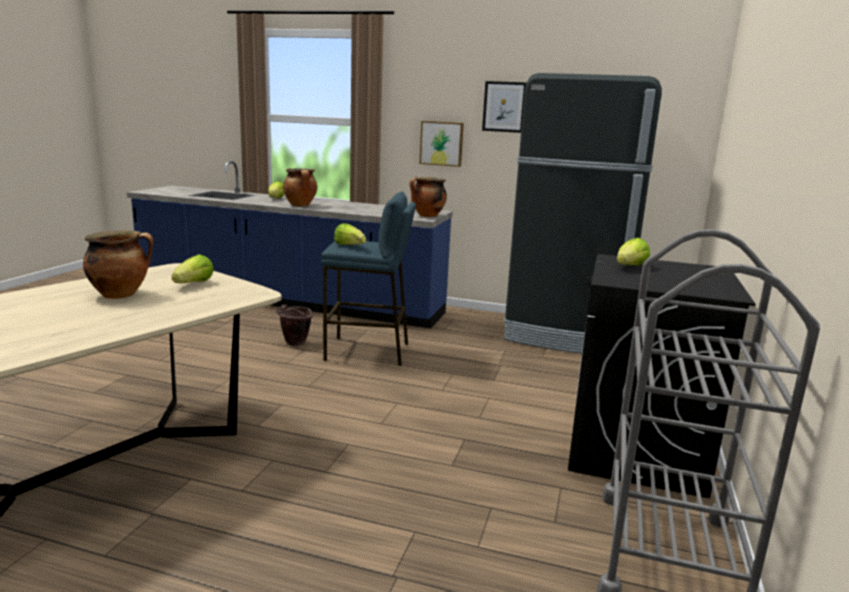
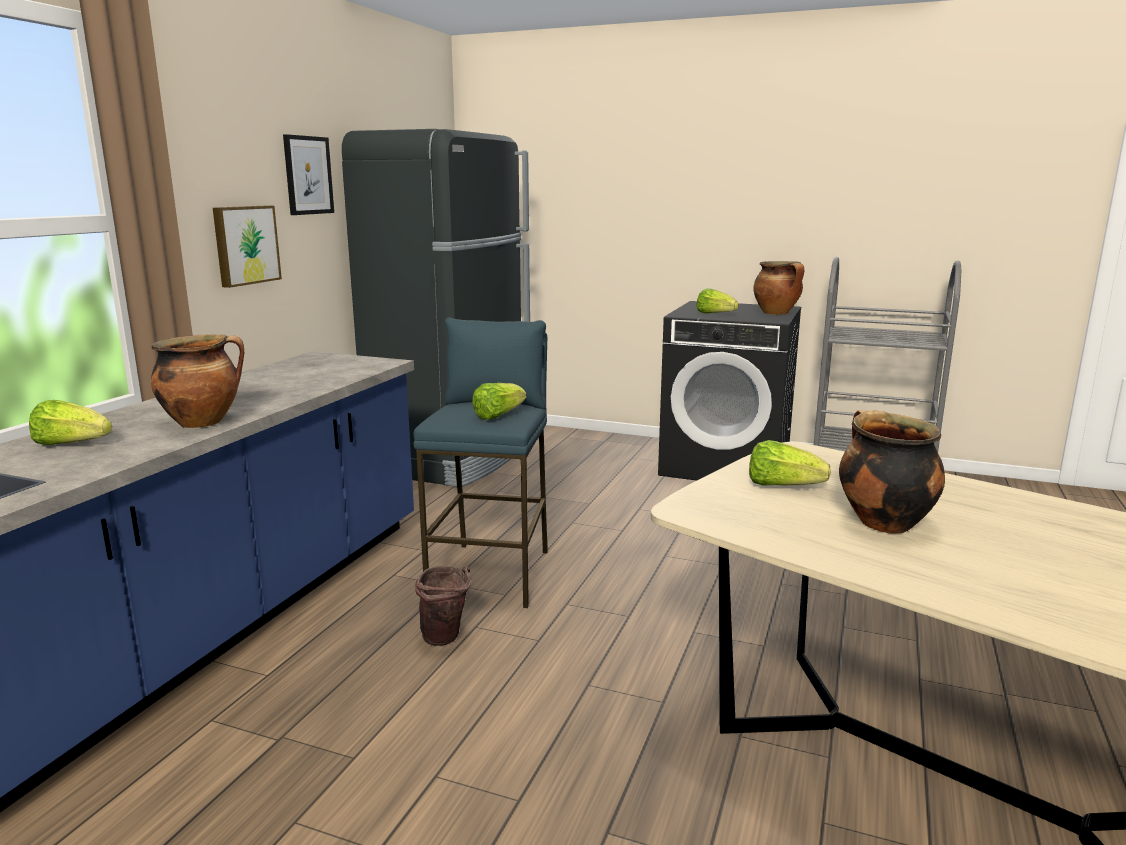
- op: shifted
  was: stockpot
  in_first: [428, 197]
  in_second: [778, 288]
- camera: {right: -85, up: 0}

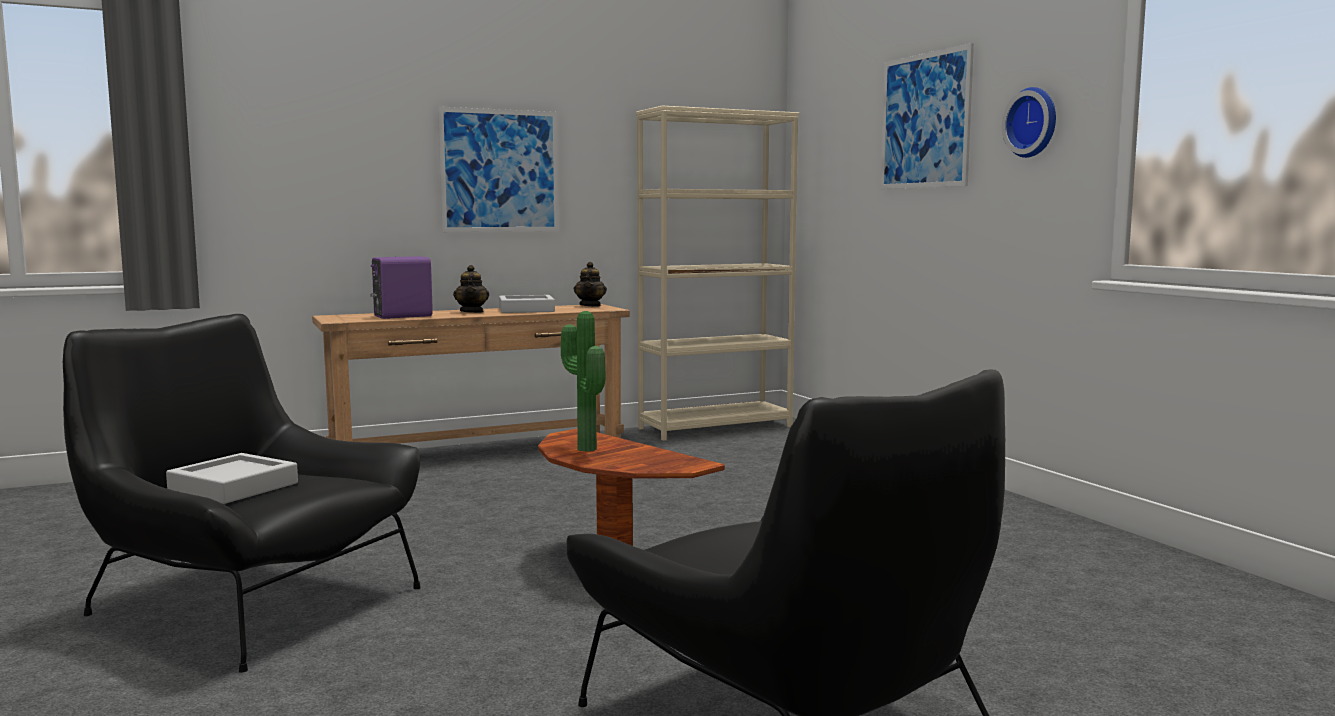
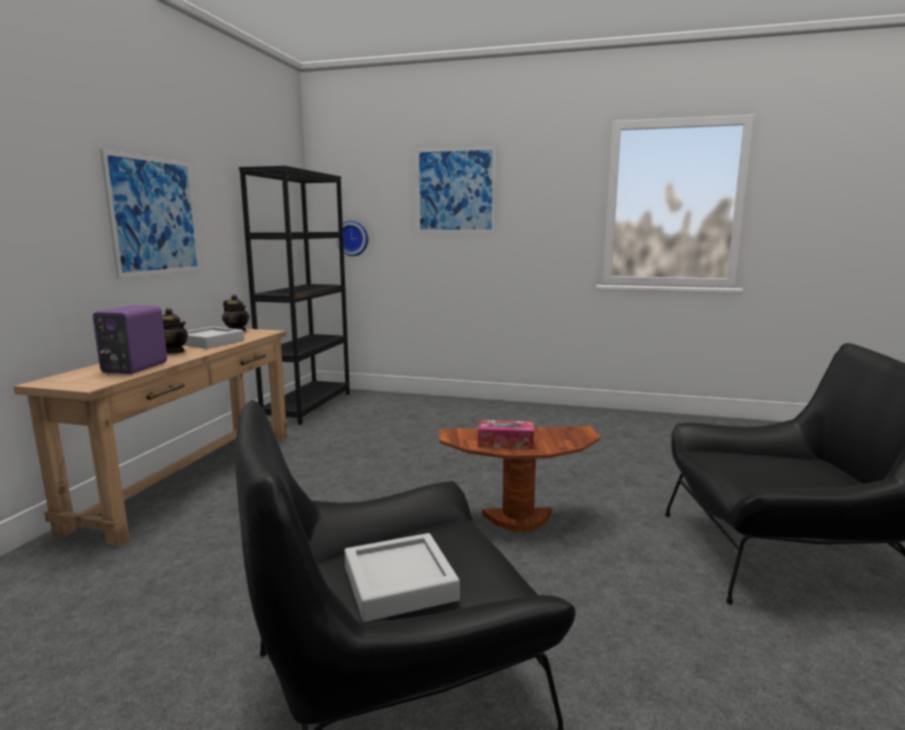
- op: shifted
  was: clock on the wall
  in_first: [1029, 122]
  in_second: [352, 238]
- op: swapped
  was: plant in a pot
  now: tissue box
  in_first: [583, 381]
  in_second: [506, 434]
- op: repainted
  was: shelving unit (beige-coloured)
  now: shelving unit (blackish)
  in_first: [717, 273]
  in_second: [294, 295]
- camera: {right: -50, up: 5}

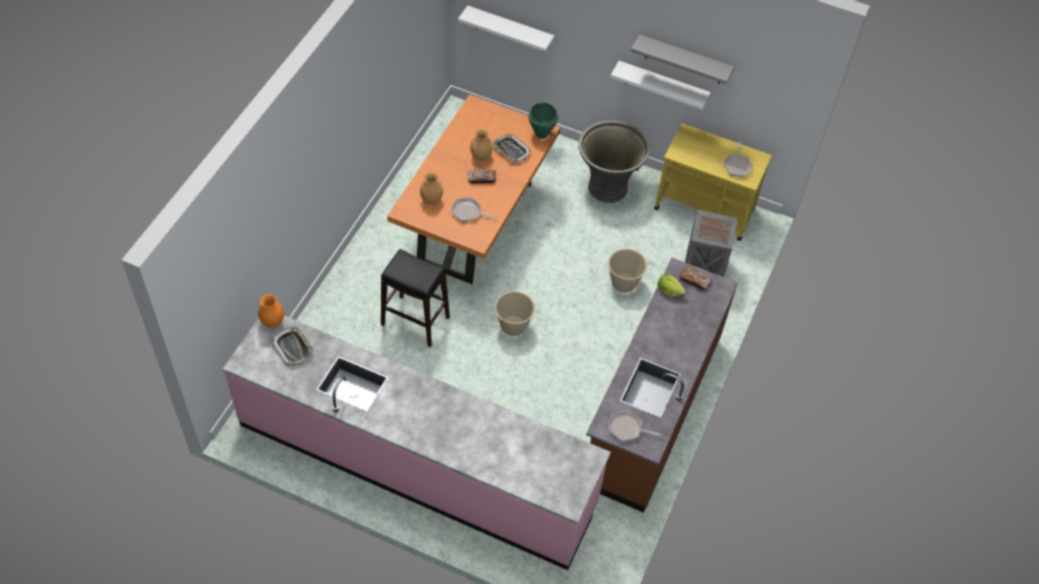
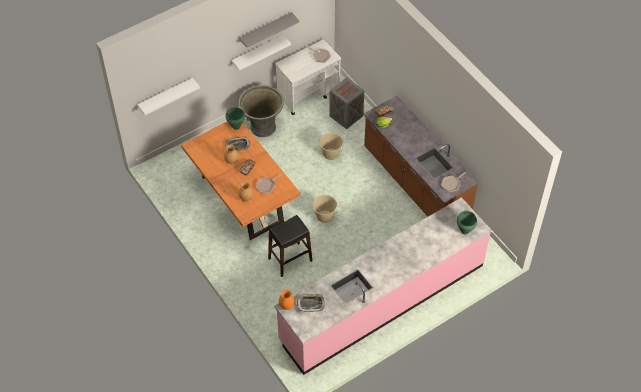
- op: new
  now: stockpot (green)
  in_second: [467, 223]
- op: repainted
  was: trolley (yellow-coloured)
  now: trolley (whitish)
  in_first: [713, 182]
  in_second: [308, 77]
- camera: {right: -55, up: 0}

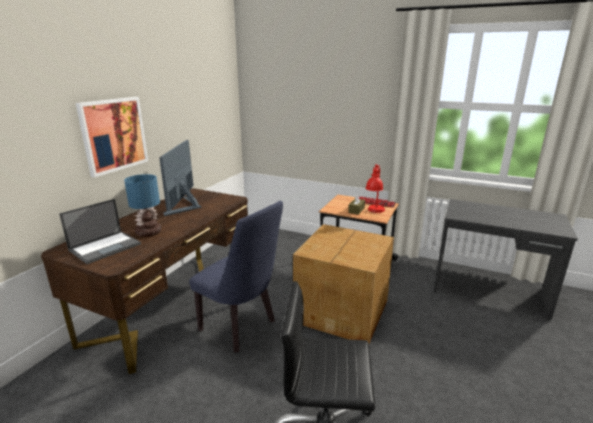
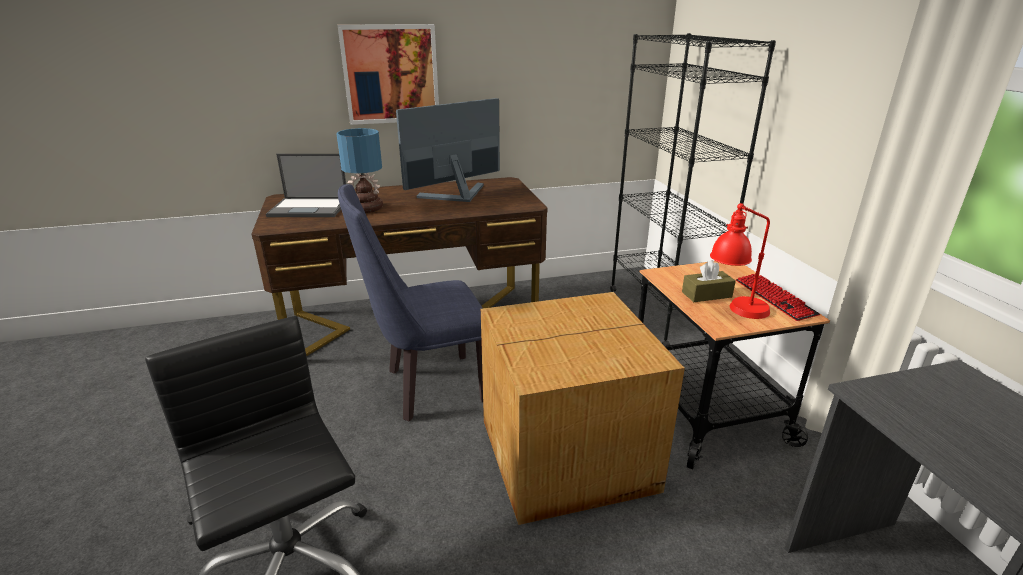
- op: new
  now: shelving unit (blackish)
  in_second: [693, 189]
- op: rotated
  was: upright chair (bluish)
  in_first: [236, 277]
  in_second: [410, 302]
  clockwise: 75
- camera: {right: 50, up: 5}

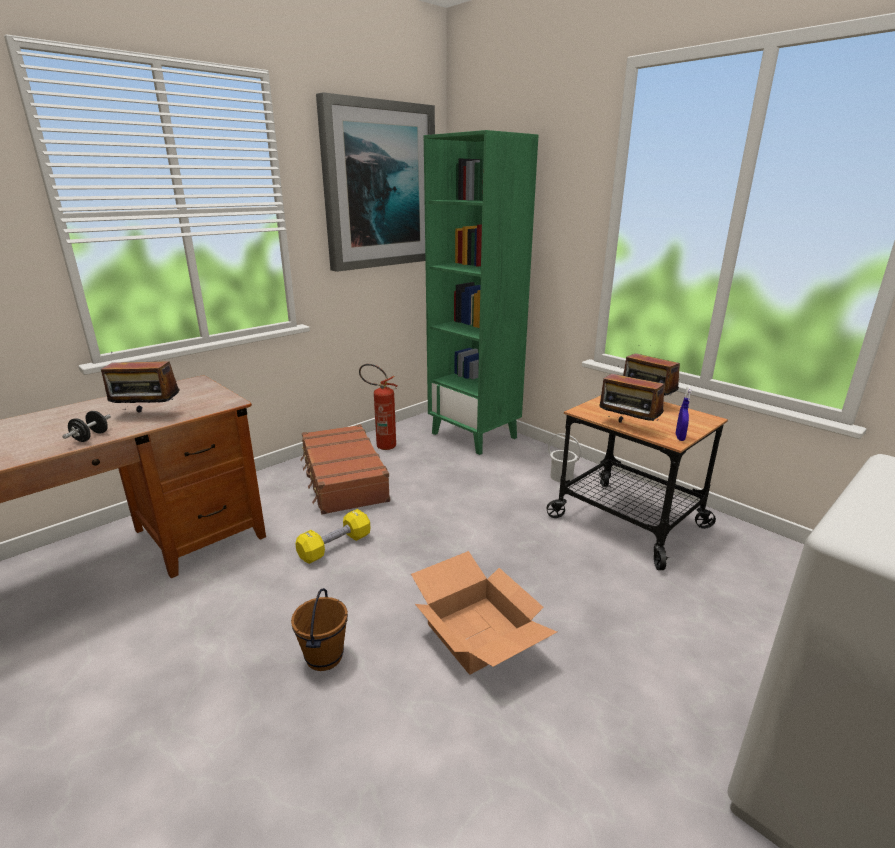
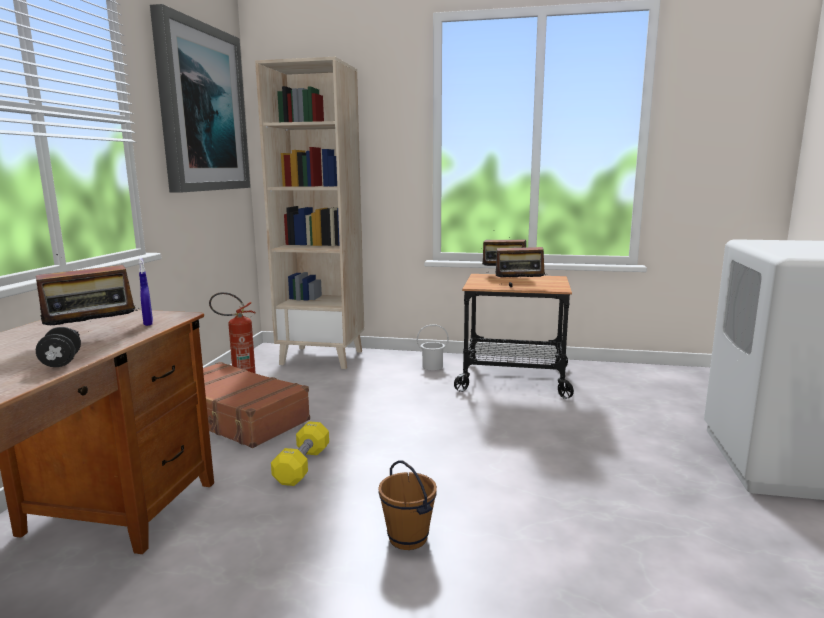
- op: gone
  was: carton
  in_first: [484, 612]
- op: shifted
  was: spray bottle (bluish)
  in_first: [684, 413]
  in_second: [145, 292]
- op: repainted
  was: shelving unit (green)
  now: shelving unit (beige-coloured)
  in_first: [481, 292]
  in_second: [309, 213]
- camera: {right: -35, up: -10}

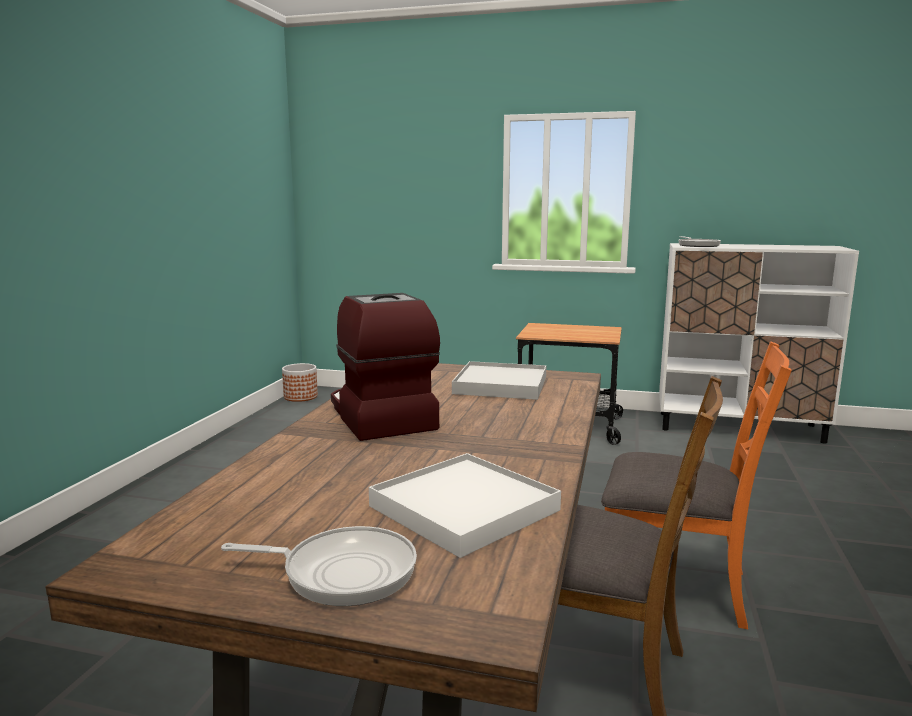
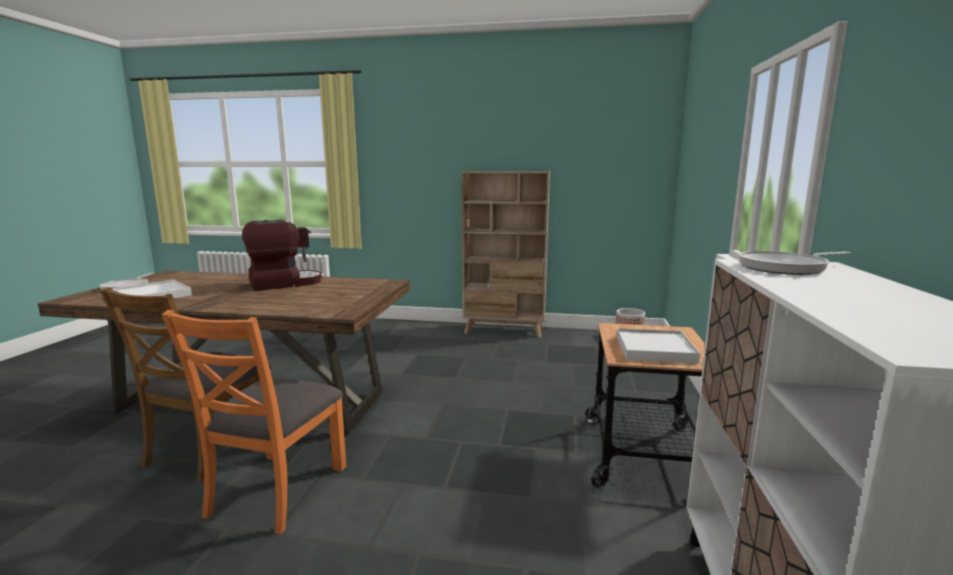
- op: new
  now: shelving unit (beige-coloured)
  in_second: [505, 254]
- op: shifted
  was: carrying tray (whitish)
  in_first: [499, 380]
  in_second: [658, 346]
- camera: {right: 85, up: 0}

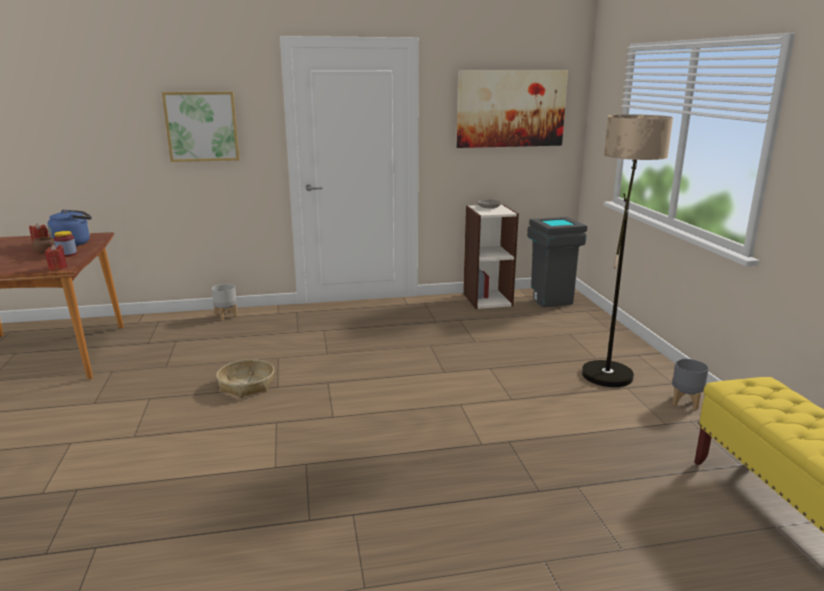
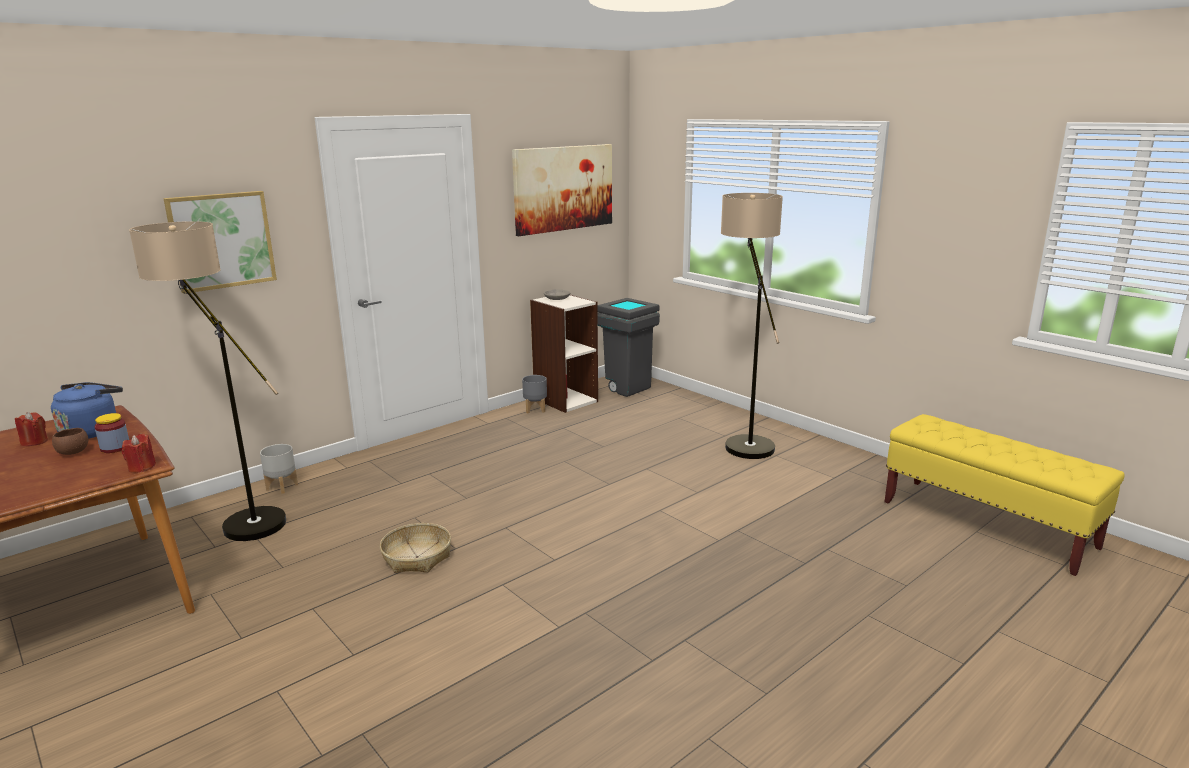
- op: new
  now: standing lamp
  in_second: [207, 381]
- op: shifted
  was: flower pot (gray)
  in_first: [690, 384]
  in_second: [534, 394]
- camera: {right: -30, up: 0}

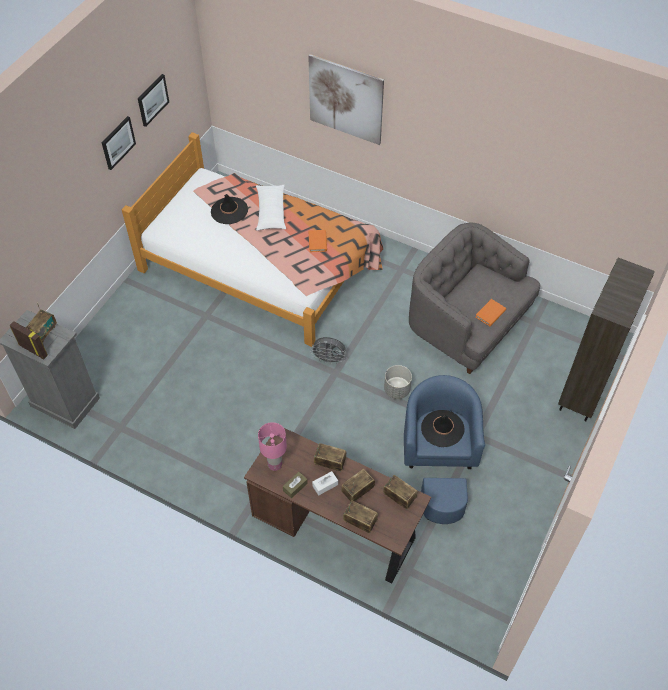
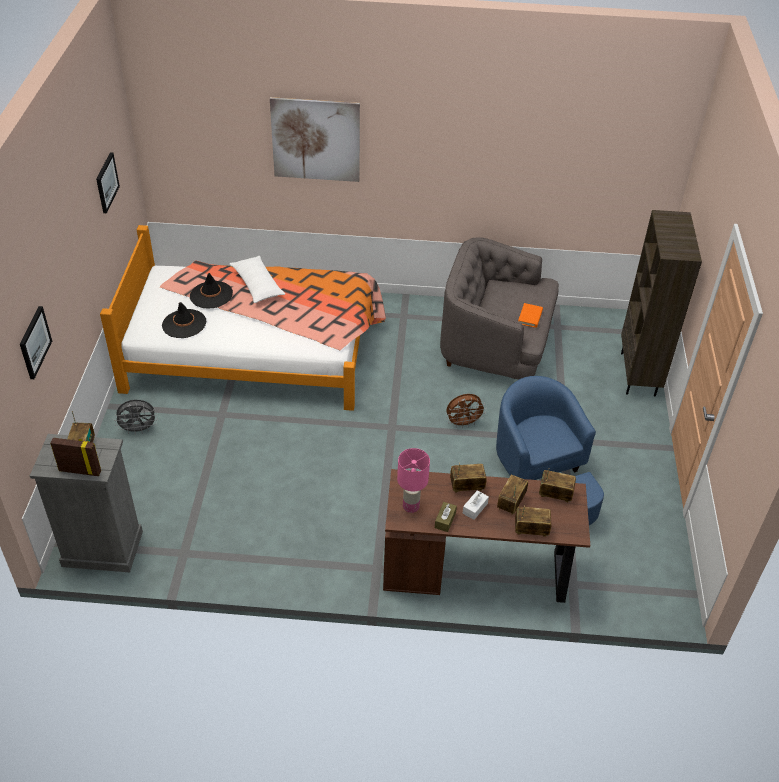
- op: gone
  was: volume (orange-coloured)
  in_first: [318, 241]
- op: shifted
  was: picture
  in_first: [119, 143]
  in_second: [36, 342]
- op: shifted
  was: electric fan (gray)
  in_first: [328, 351]
  in_second: [136, 417]
- op: shifted
  was: wearable hat (blackish)
  in_first: [443, 428]
  in_second: [184, 320]
- op: swapped
  was: flower pot (gray)
  now: electric fan (brown-coloured)
  in_first: [398, 382]
  in_second: [466, 411]
- camera: {right: -25, up: -10}

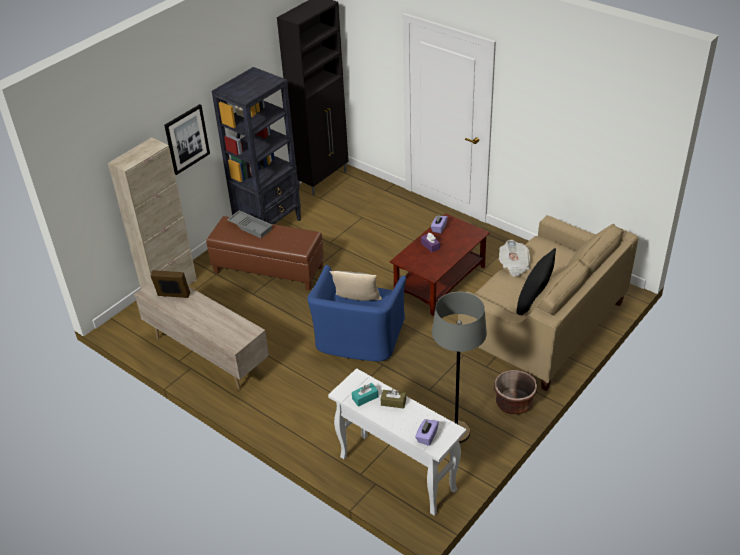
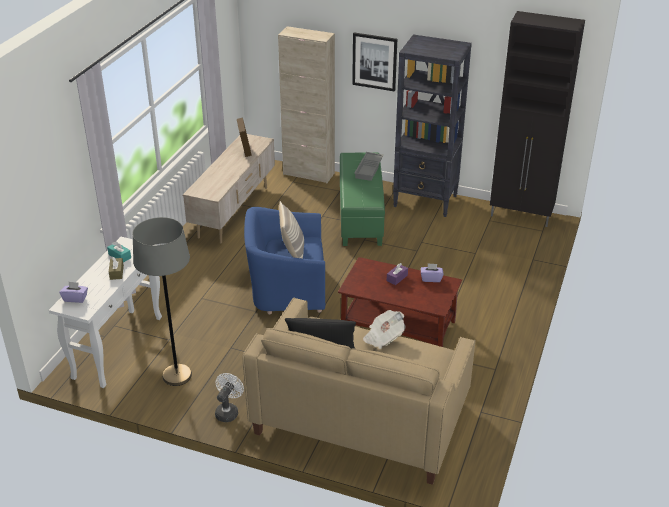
- op: swapped
  was: flower pot (brown-coloured)
  now: electric fan (whitish)
  in_first: [515, 392]
  in_second: [229, 397]
- op: repainted
  was: footrest (brown-coloured)
  now: footrest (green)
  in_first: [265, 253]
  in_second: [362, 199]
- camera: {right: 70, up: -5}

